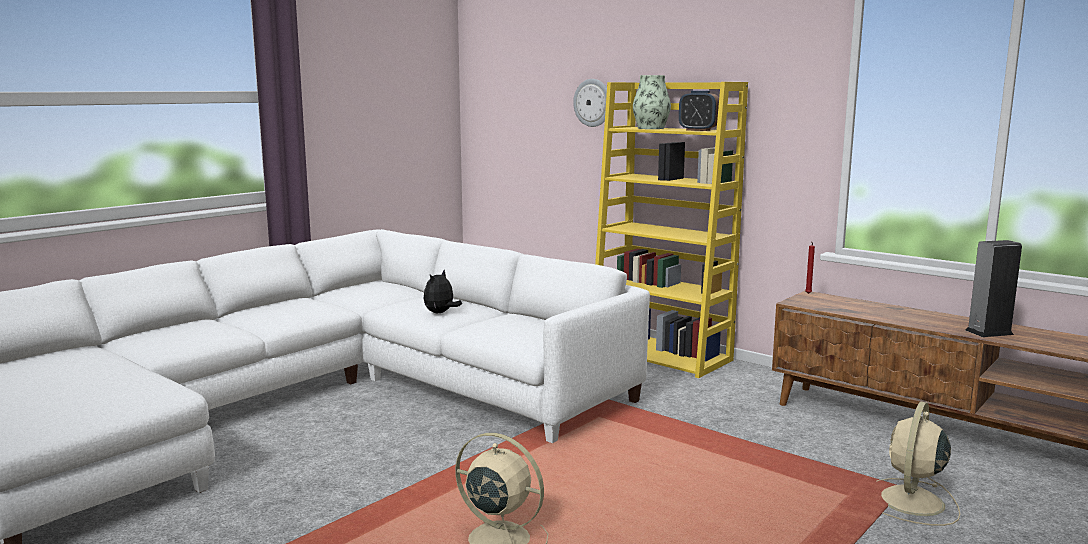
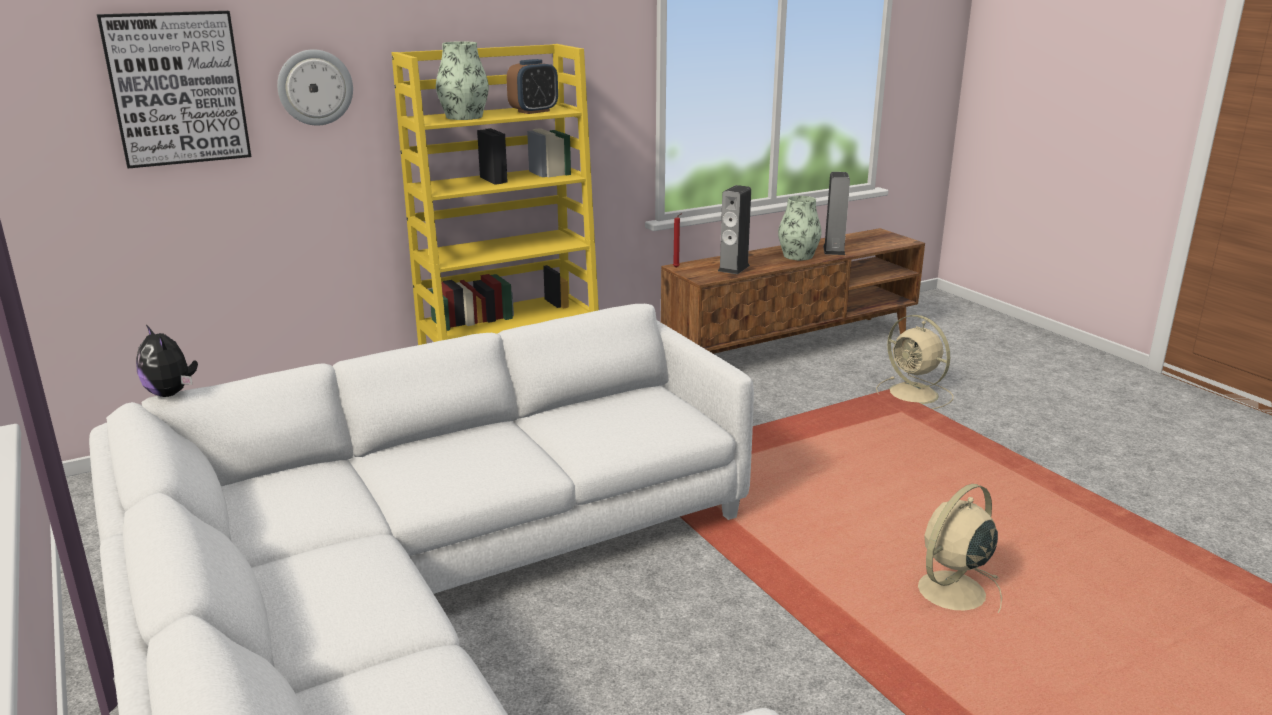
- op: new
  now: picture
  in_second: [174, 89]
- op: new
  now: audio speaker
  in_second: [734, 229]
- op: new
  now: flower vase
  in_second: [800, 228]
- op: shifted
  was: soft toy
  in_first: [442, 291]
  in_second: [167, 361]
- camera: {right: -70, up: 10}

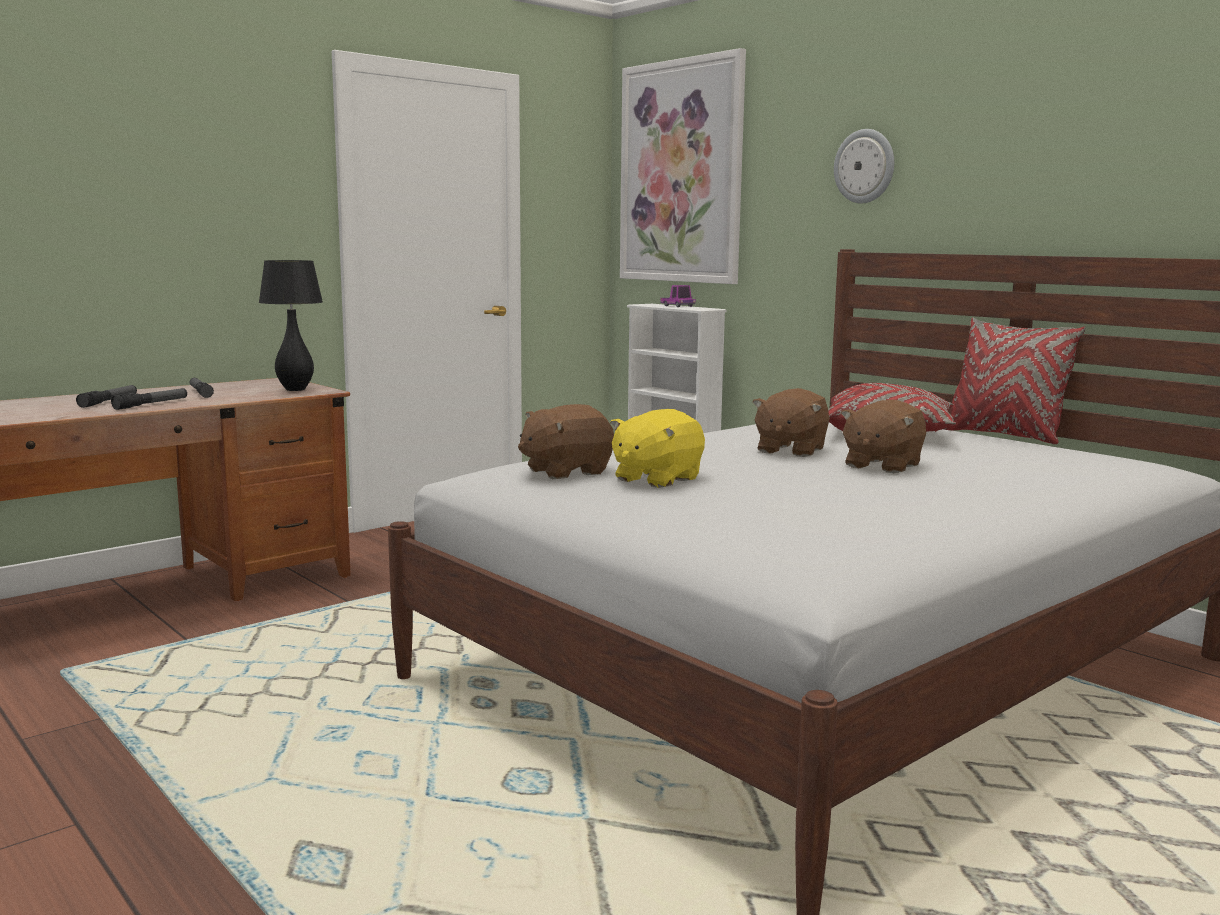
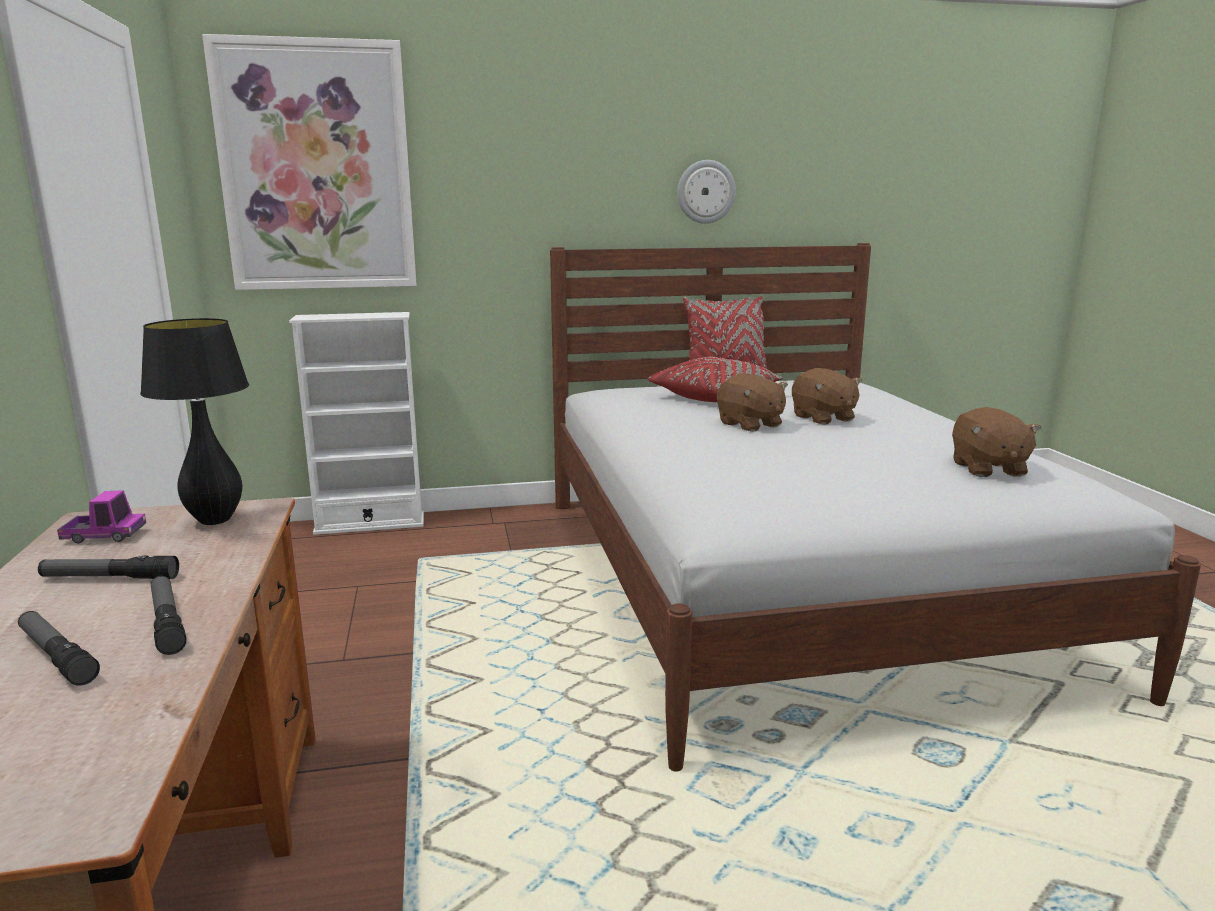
- op: gone
  was: soft toy (yellow-coloured)
  in_first: [657, 448]
- op: shifted
  was: soft toy (brown-coloured)
  in_first: [566, 441]
  in_second: [996, 442]
- op: shifted
  was: toy lorry
  in_first: [677, 296]
  in_second: [101, 517]
- op: shifted
  was: clock on the wall
  in_first: [864, 166]
  in_second: [706, 192]
- camera: {right: -60, up: 5}

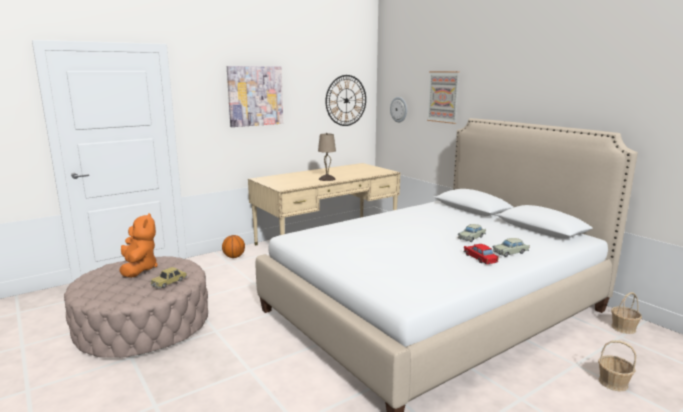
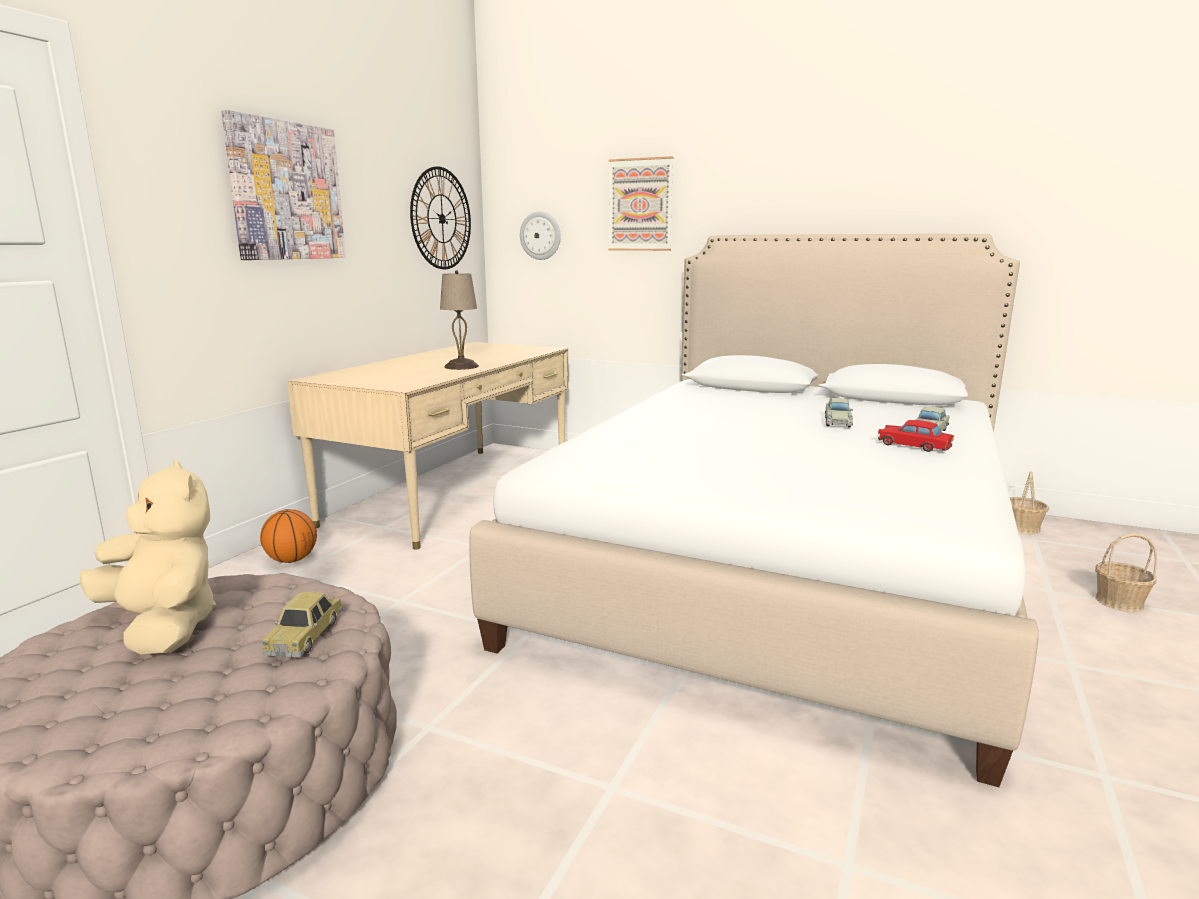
- op: repainted
  was: soft toy (orange-coloured)
  now: soft toy (beige-coloured)
  in_first: [138, 245]
  in_second: [148, 557]
- camera: {right: -30, up: 0}

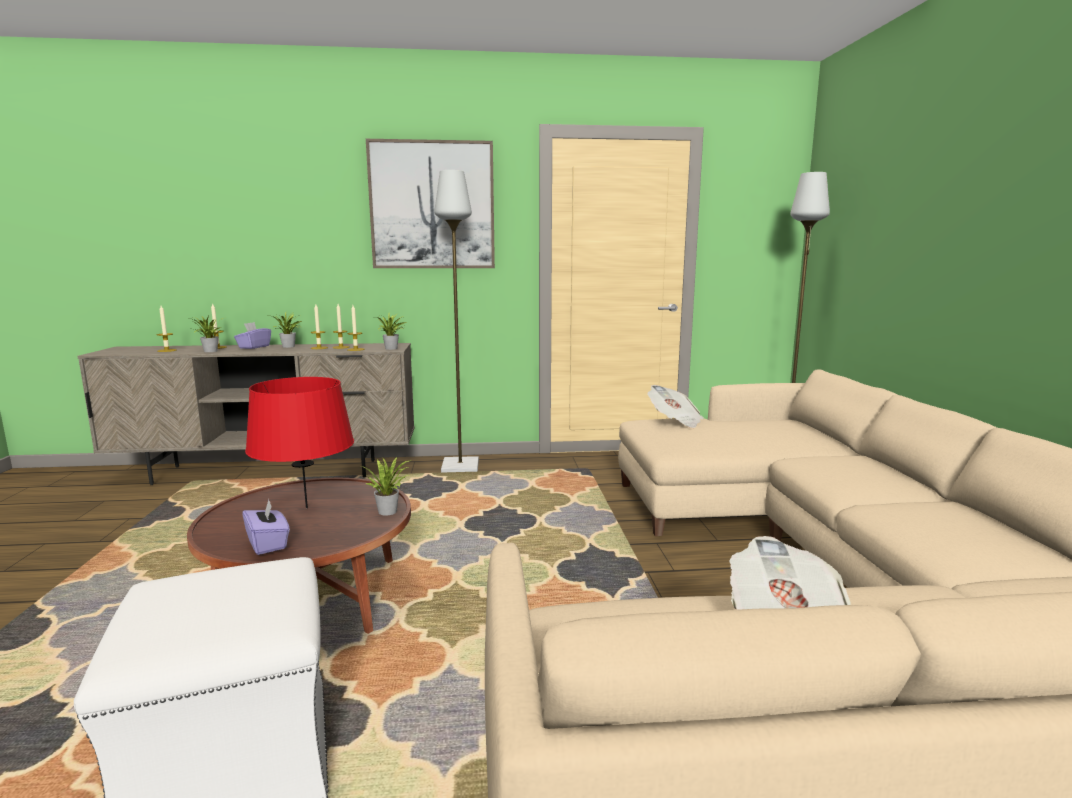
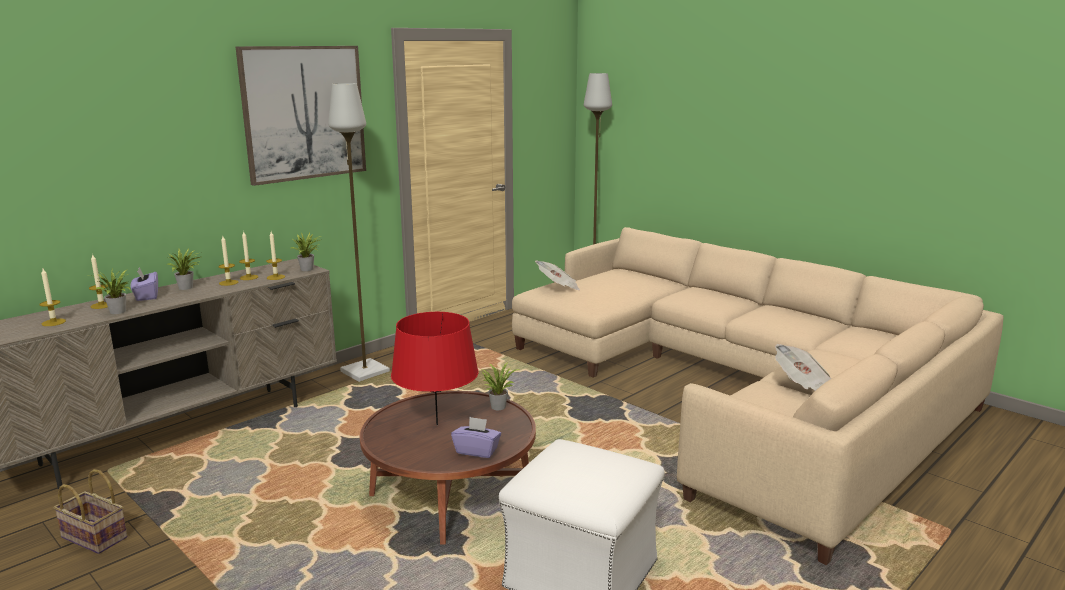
- op: new
  now: storage basket
  in_second: [91, 511]
- camera: {right: -40, up: 5}

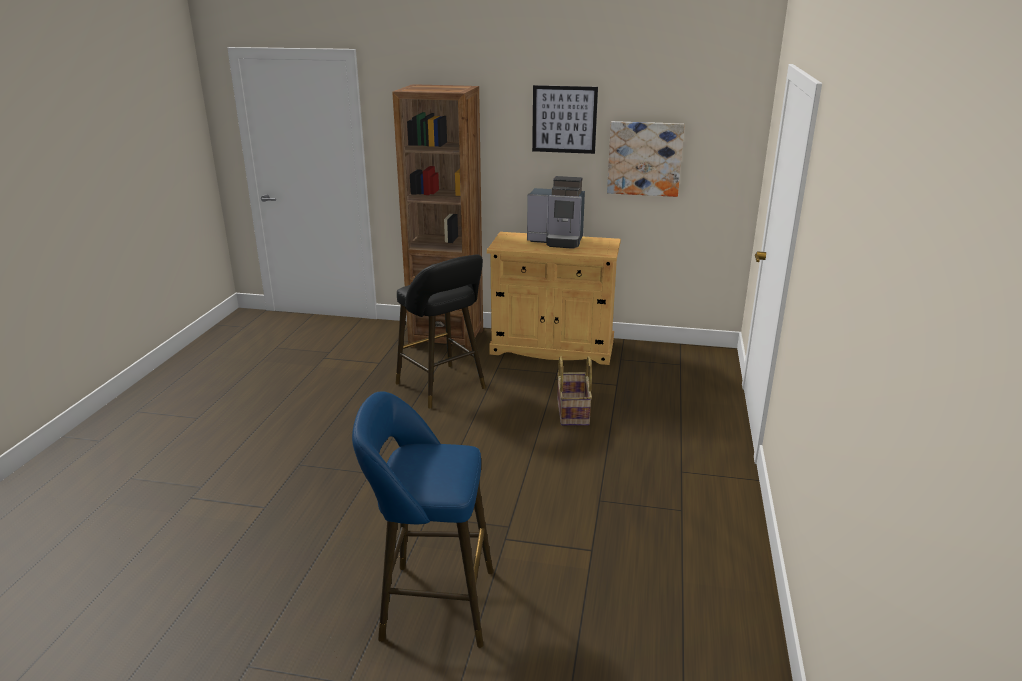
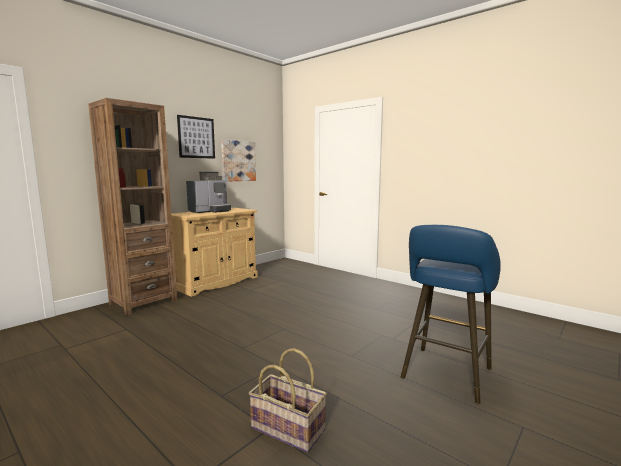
- op: gone
  was: stool seat (blackish)
  in_first: [440, 331]
- op: shifted
  was: storage basket
  in_first: [574, 391]
  in_second: [288, 400]
- camera: {right: -60, up: -15}

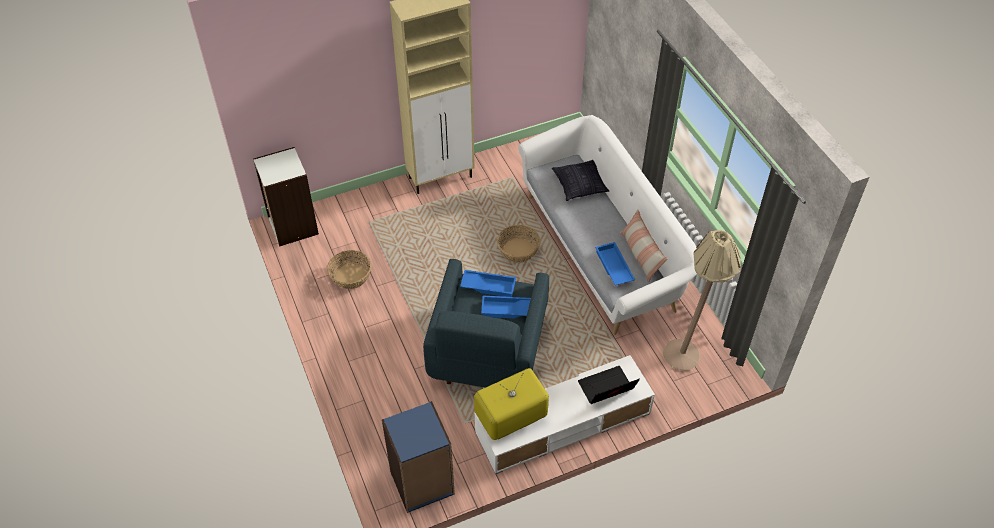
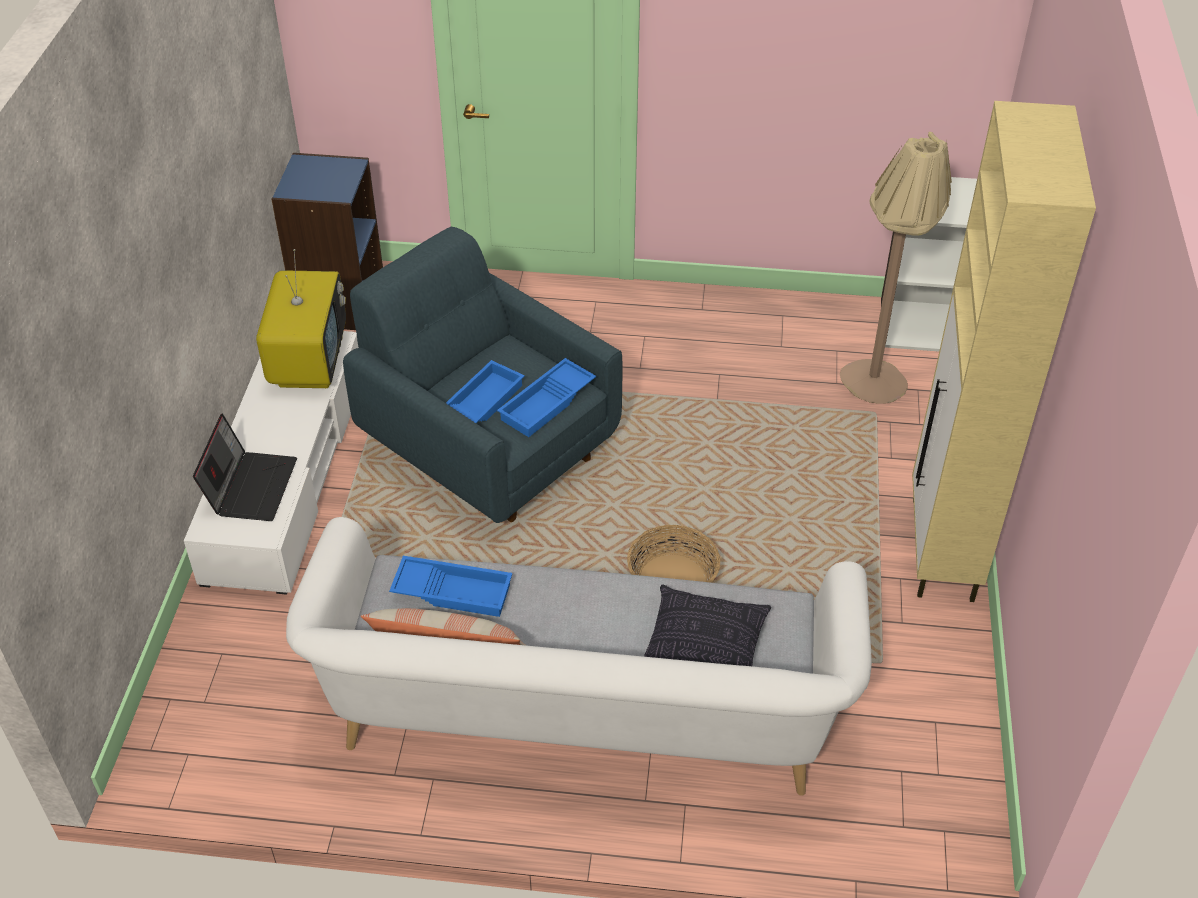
- op: gone
  was: storage basket
  in_first: [349, 269]
- op: shifted
  was: standing lamp (beige-coloured)
  in_first: [702, 300]
  in_second: [896, 268]
- camera: {right: 120, up: -5}

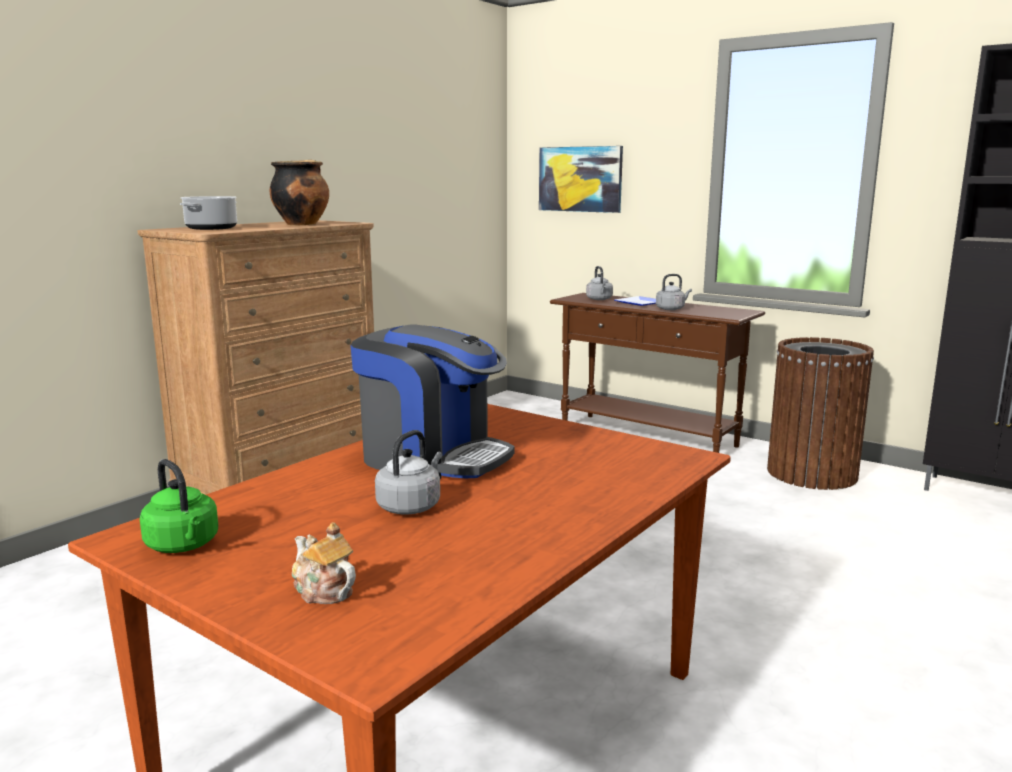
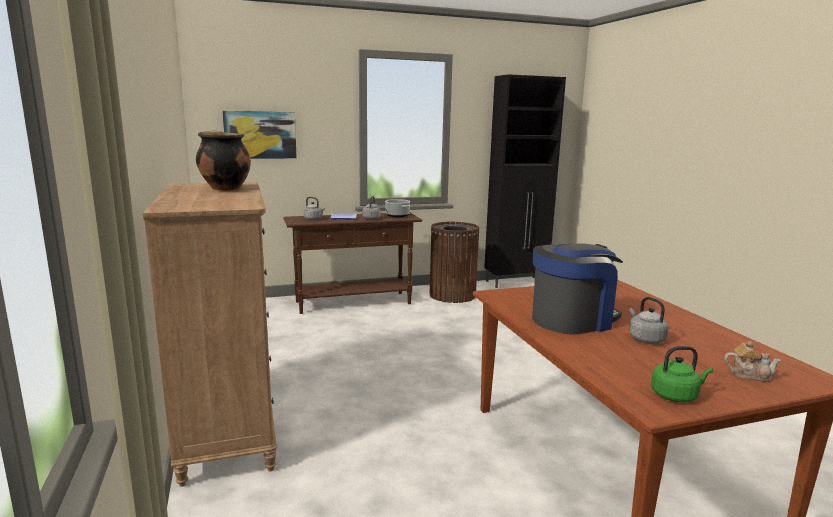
- op: shifted
  was: stockpot
  in_first: [208, 213]
  in_second: [397, 208]
- op: rotated
  was: teapot
  in_first: [324, 563]
  in_second: [752, 361]
  clockwise: -150
- camera: {right: -55, up: 0}

